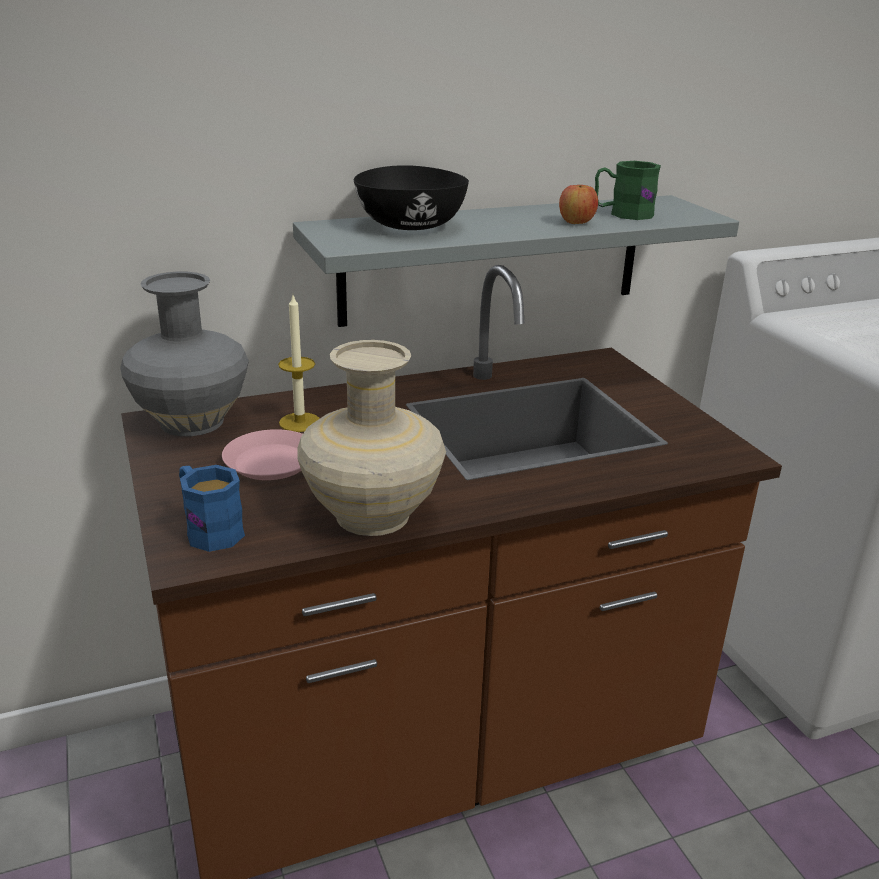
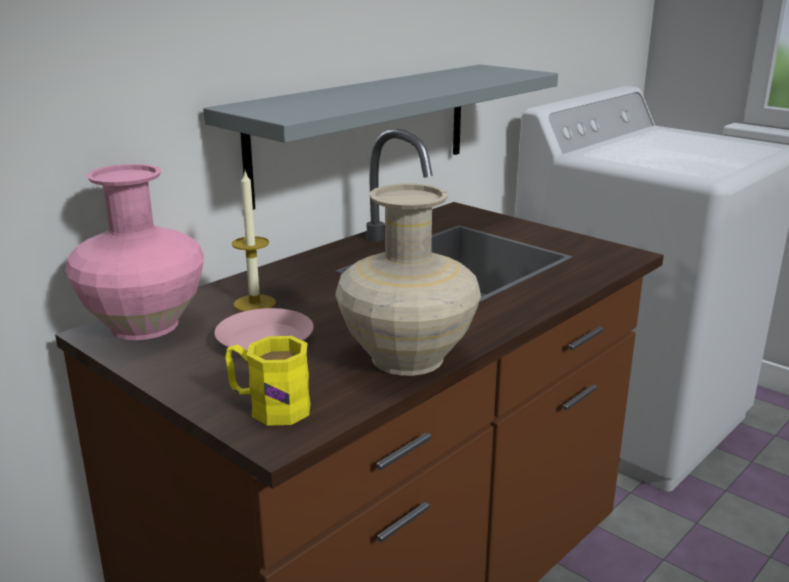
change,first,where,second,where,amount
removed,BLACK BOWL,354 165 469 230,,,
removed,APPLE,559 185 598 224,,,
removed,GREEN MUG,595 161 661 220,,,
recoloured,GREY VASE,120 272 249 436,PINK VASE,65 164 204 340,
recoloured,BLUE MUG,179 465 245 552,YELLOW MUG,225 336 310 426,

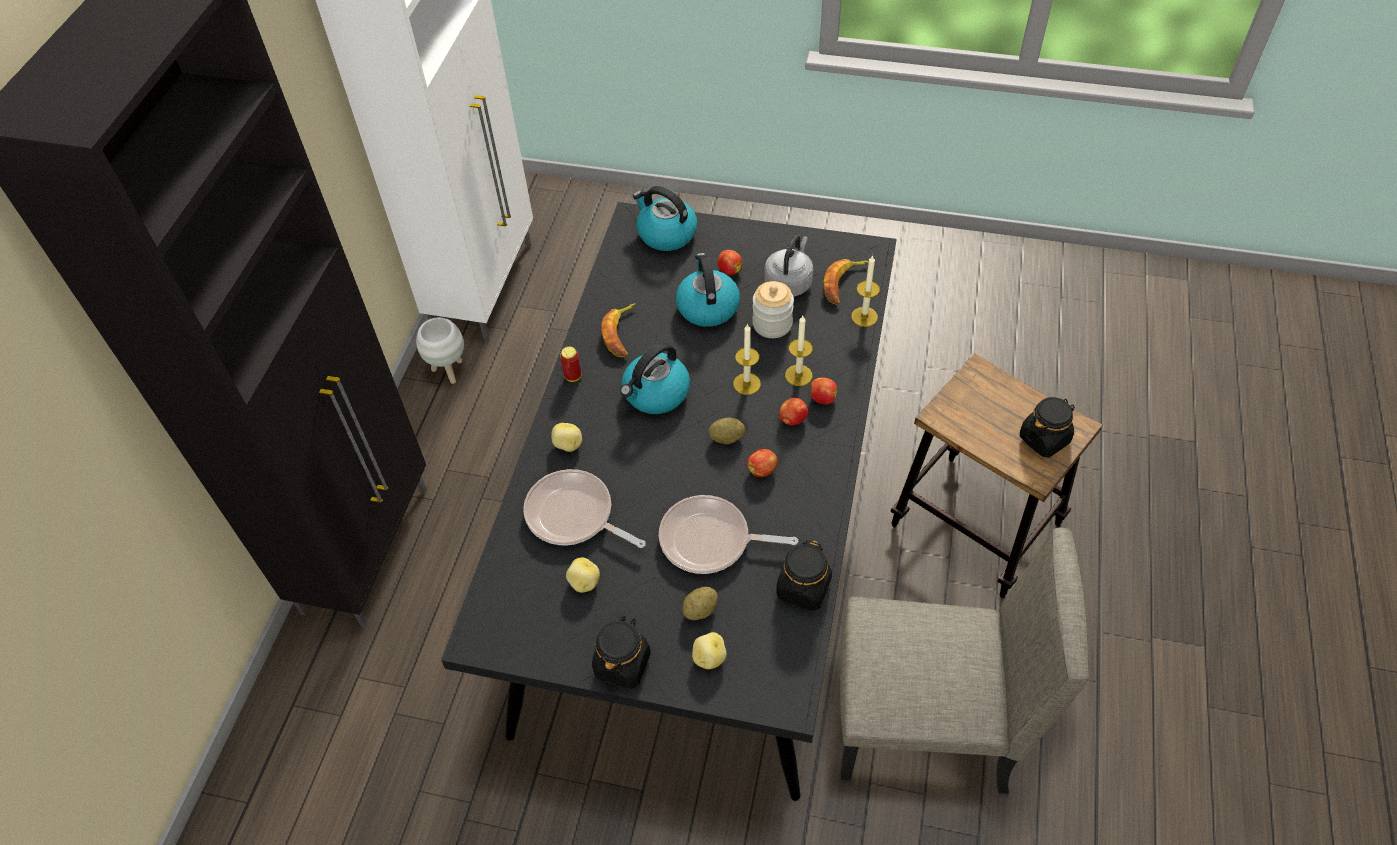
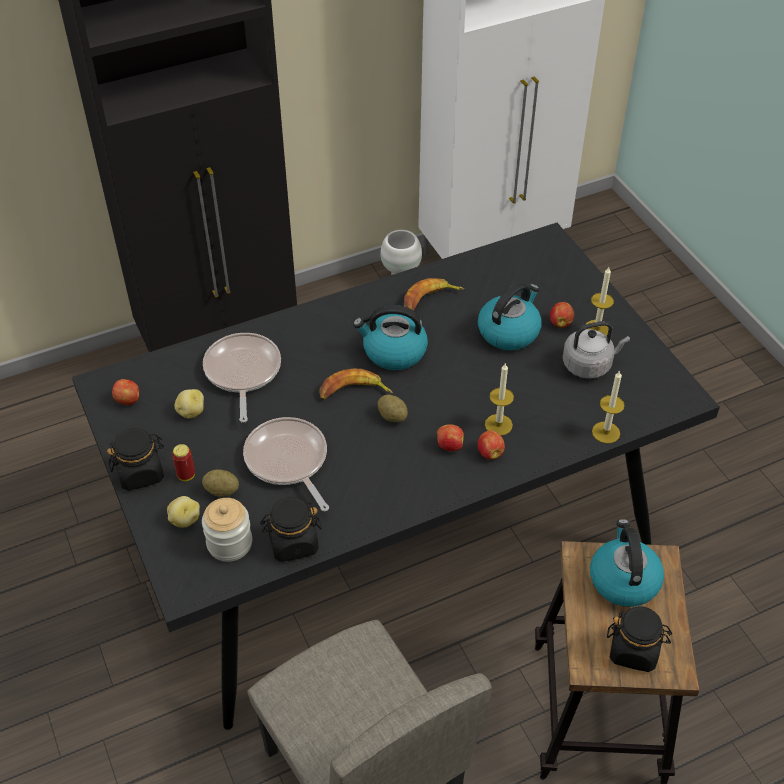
change,first,where,second,where,amount
removed,POTATO,551 423 582 452,,,
moved,CAN,560 346 581 382,,172 444 195 481,
moved,KETTLE,633 186 697 251,,590 519 664 607,
moved,CANDLE,733 324 761 395,,585 267 614 336,
moved,APPLE,747 449 778 477,,112 379 139 405,
moved,JAR,752 281 794 338,,202 498 252 562,
moved,BANANA,824 259 869 305,,320 368 393 400,

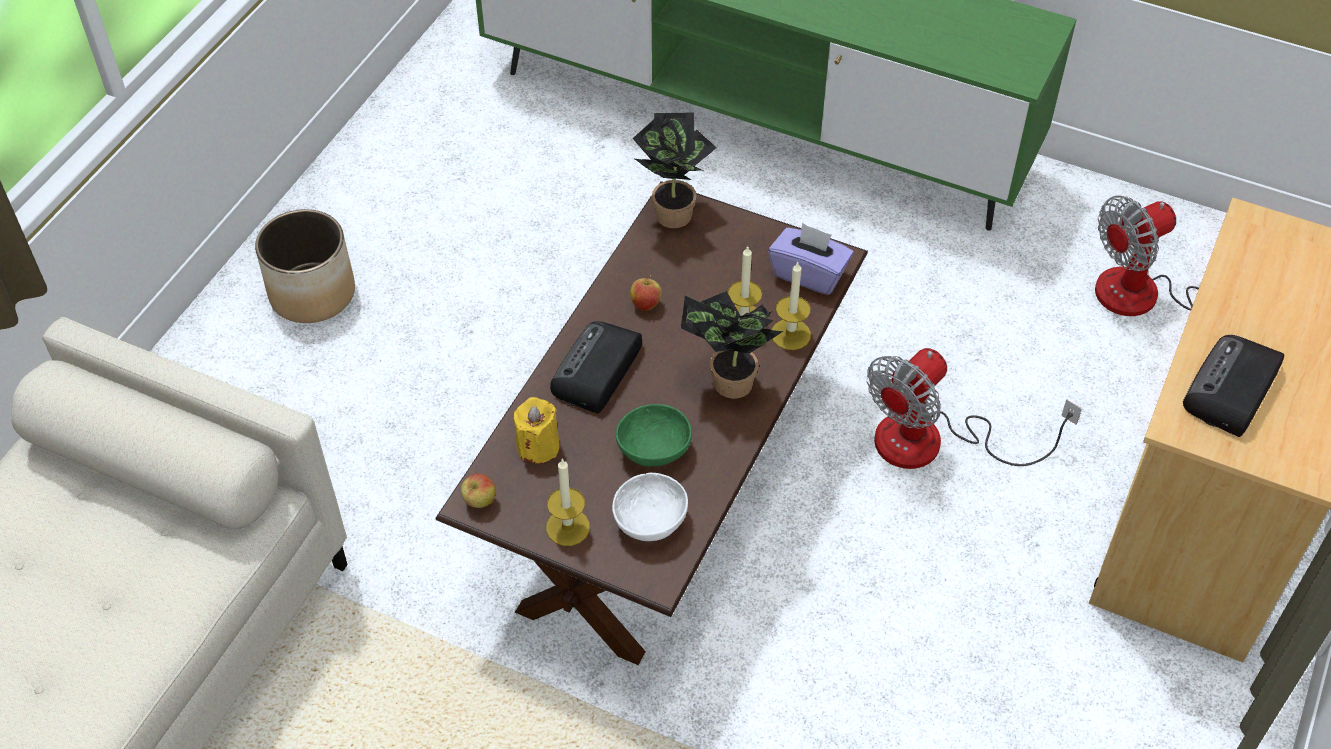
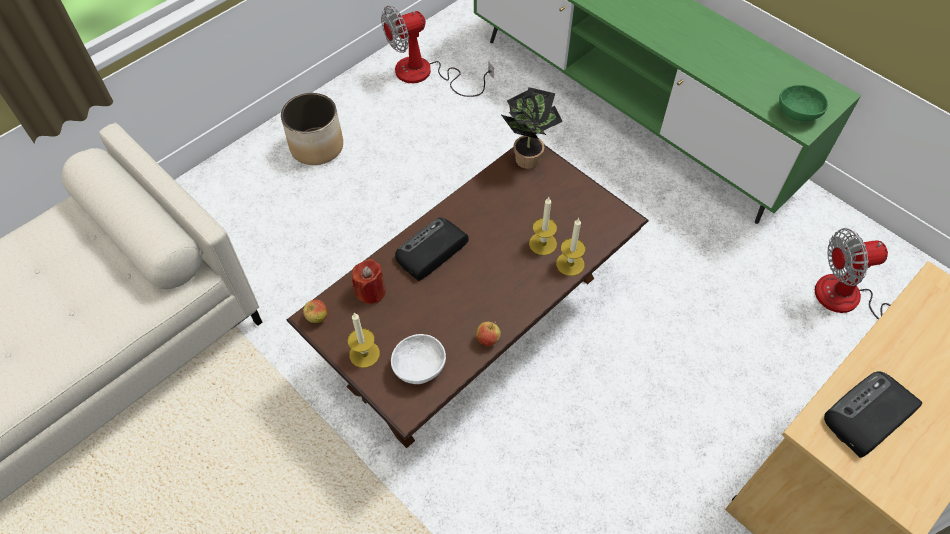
change,first,where,second,where,amount
removed,POTTED PLANT,681 291 783 399,,,
removed,PURPLE TISSUE BOX,768 223 854 295,,,
moved,GREEN BOWL,616 404 692 466,,779 85 828 121,
moved,APPLE,630 274 662 311,,477 321 501 346,
moved,FAN,867 348 1082 469,,381 6 494 97,
recoloured,YELLOW CANDLE,514 397 560 463,RED CANDLE,352 259 386 304,

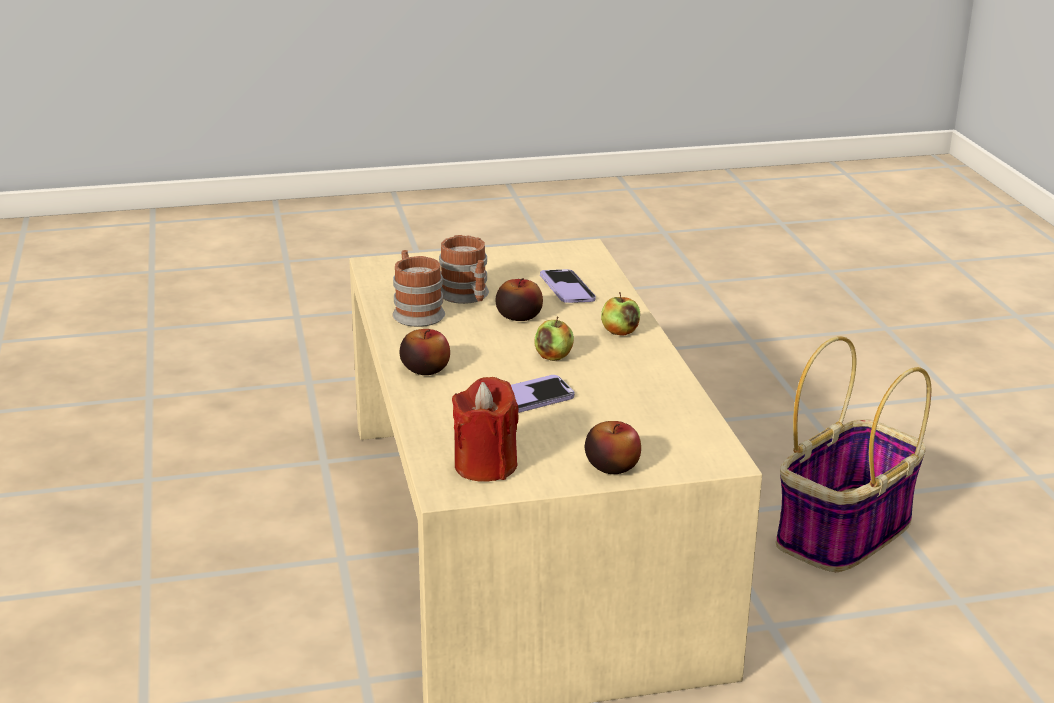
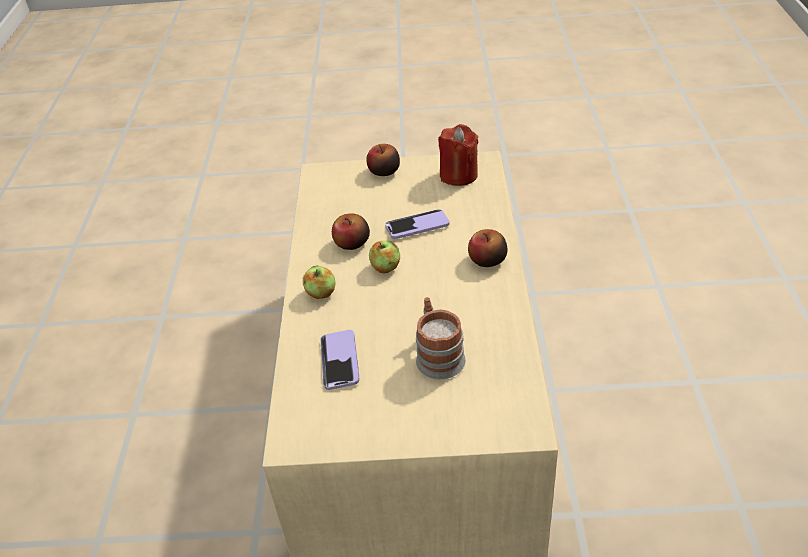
change,first,where,second,where,amount
removed,MUG,393 250 445 327,,,
removed,BASKET,775 336 931 572,,,
moved,APPLE,496 278 543 321,,332 213 370 250,

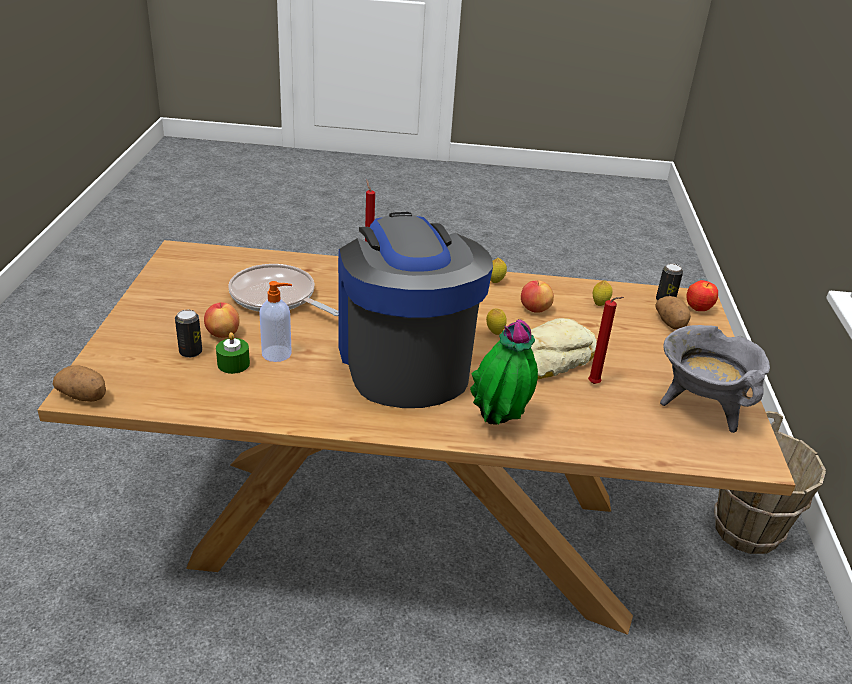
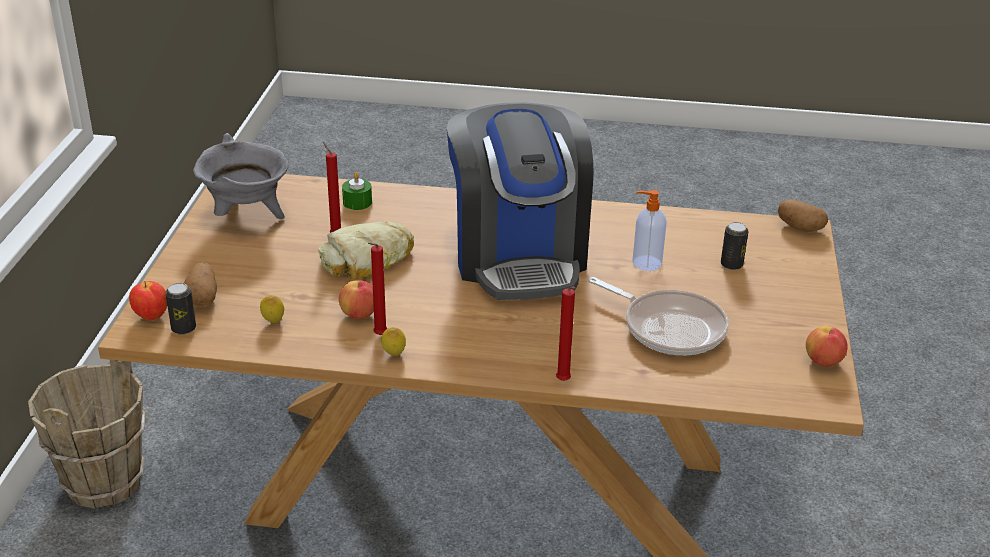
change,first,where,second,where,amount
removed,POTTED PLANT,470 319 538 425,,,
removed,LEMON,486 308 507 335,,,
added,,,RED CANDLE,368 243 387 335,
moved,APPLE,204 302 239 338,,806 325 848 367,
moved,GREEN CANDLE,216 332 250 374,,342 172 372 210,

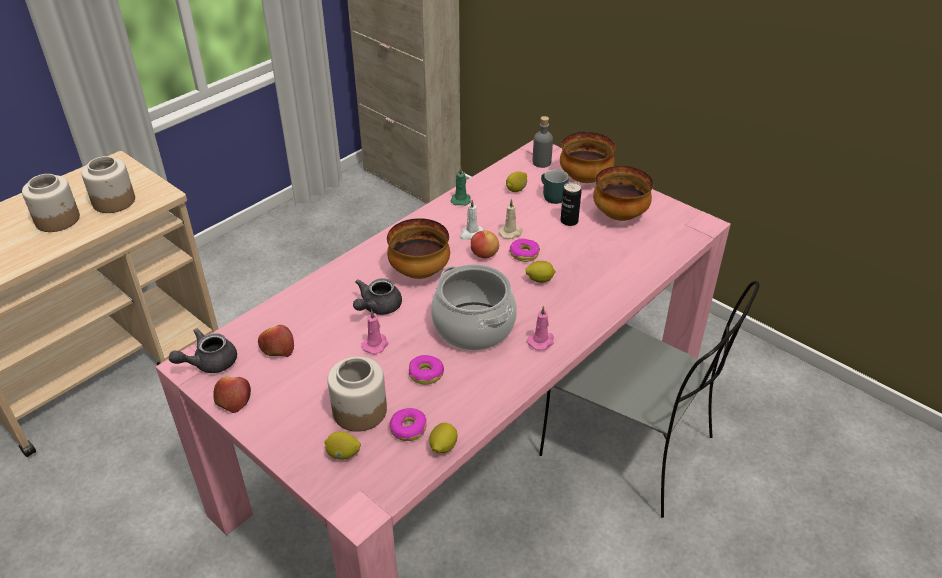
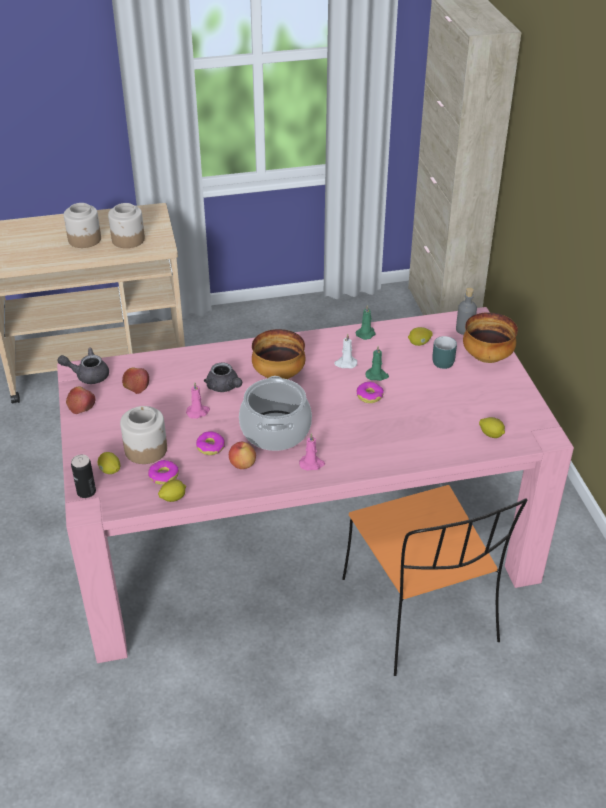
change,first,where,second,where,amount
removed,BOWL,593 166 653 221,,,
moved,APPLE,471 230 499 258,,229 442 256 469,
moved,LEMON,525 261 556 283,,479 417 505 438,
moved,CAN,561 182 582 226,,71 454 96 498,
recoloured,BEIGE CANDLE,498 199 523 239,GREEN CANDLE,366 346 389 381,
recoloured,GREY CHAIR,539 281 760 518,ORANGE CHAIR,342 485 528 676,
turned,GREY TEAPOT,353 278 402 315,,204 363 242 392,105 degrees counterclockwise

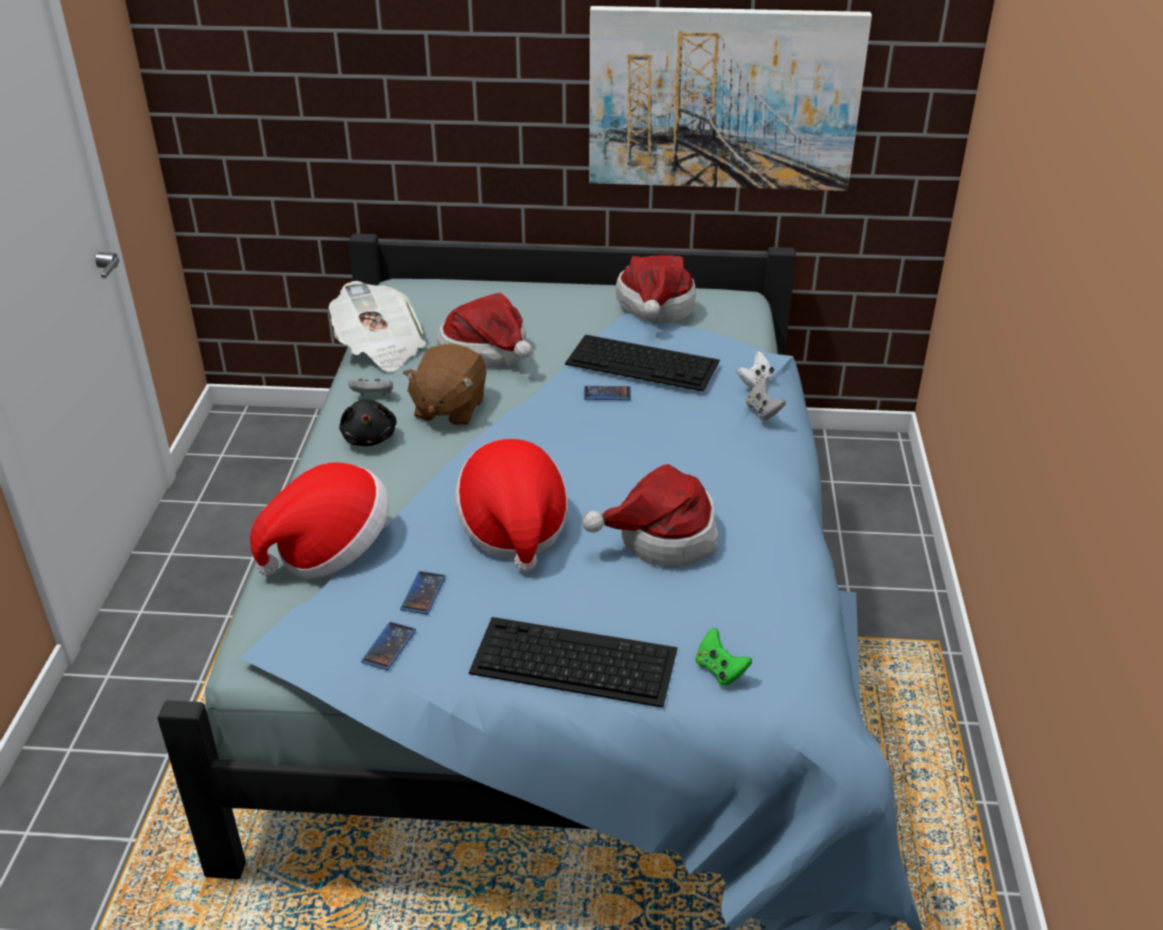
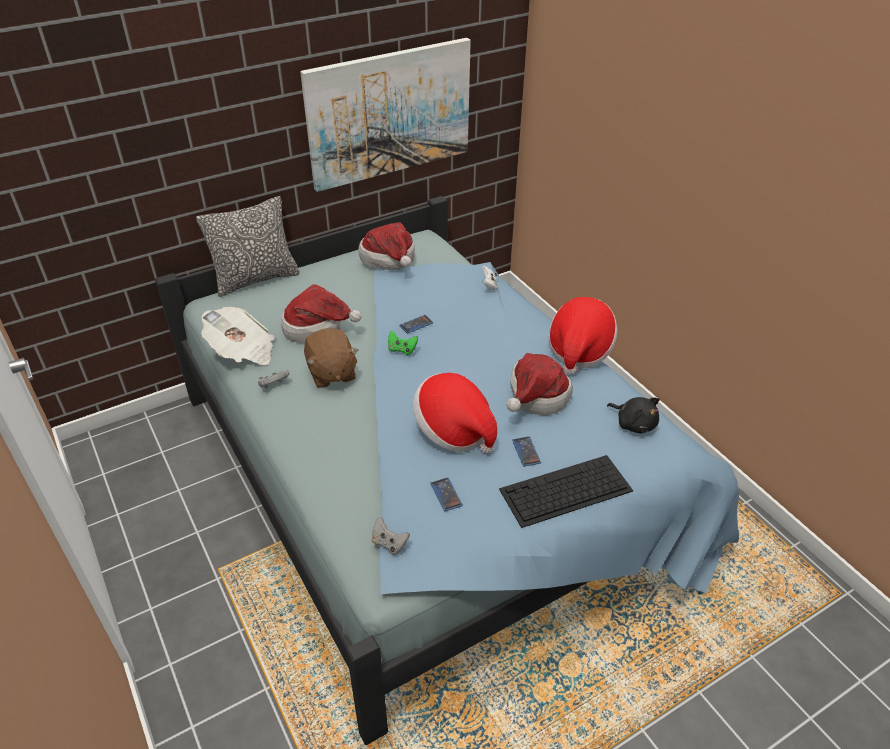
change,first,where,second,where,amount
removed,KEYBOARD,565 335 720 392,,,
added,,,PILLOW,196 196 300 297,
moved,HAT,250 462 389 579,,549 297 617 375,
moved,BLACK PLUSH TOY,339 399 397 446,,607 397 660 433,
moved,PHONE,361 622 416 670,,512 436 541 467,
moved,GREEN GAME CONTROLLER,696 628 752 686,,388 330 418 355,
moved,GREY GAME CONTROLLER,746 379 786 420,,372 517 410 555,

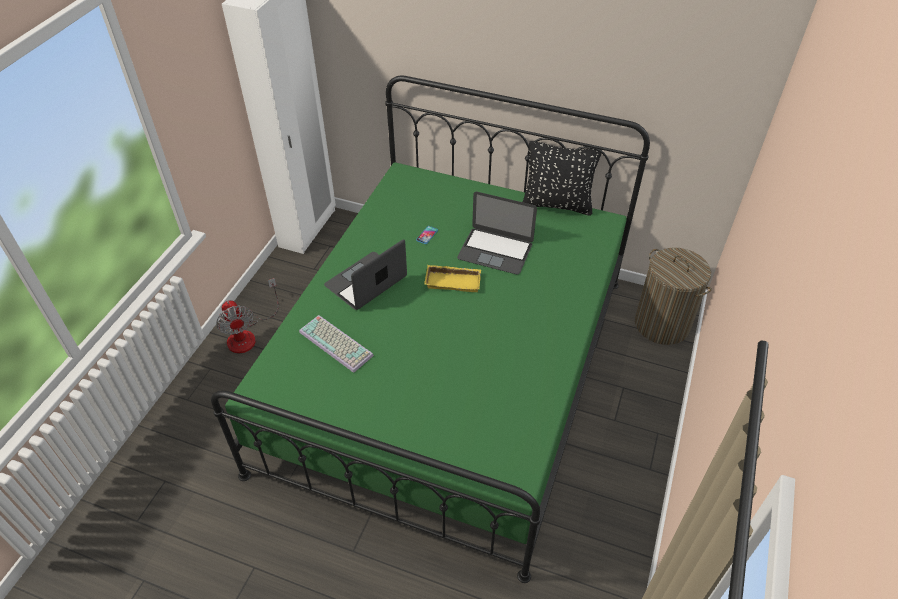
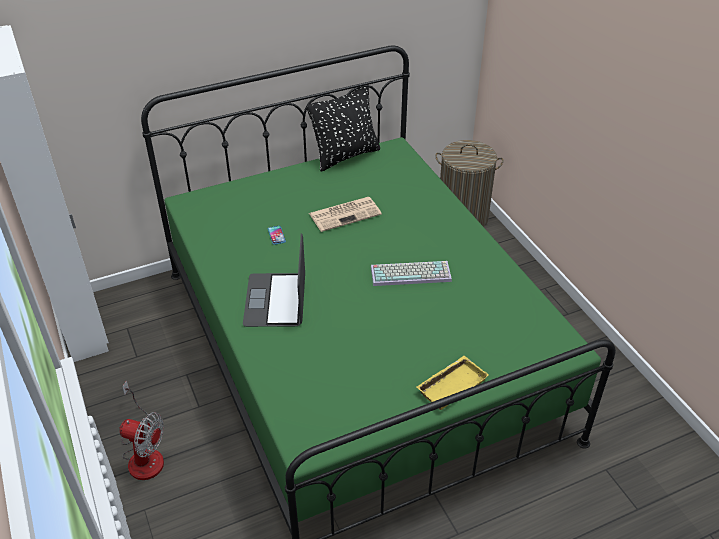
change,first,where,second,where,amount
moved,KEYBOARD,299 315 374 373,,371 261 452 286,
moved,YELLOW TRAY,424 265 481 292,,416 356 488 410,
replaced,LAPTOP,457 192 537 275,NEWSPAPER,309 197 382 232,

